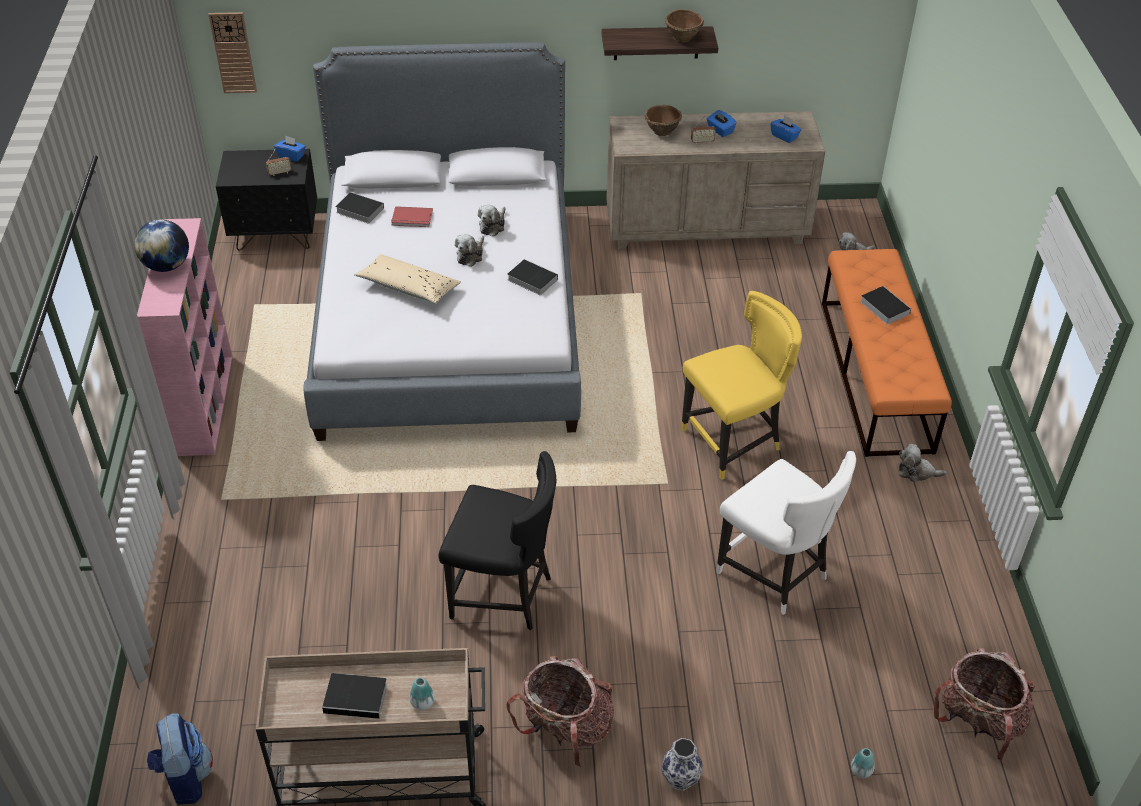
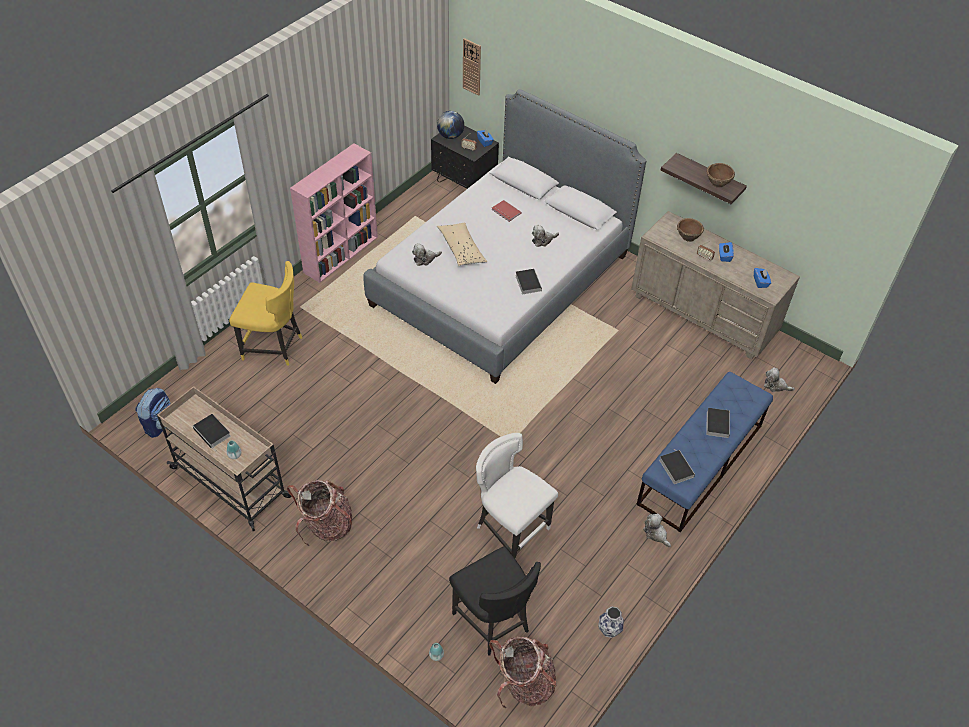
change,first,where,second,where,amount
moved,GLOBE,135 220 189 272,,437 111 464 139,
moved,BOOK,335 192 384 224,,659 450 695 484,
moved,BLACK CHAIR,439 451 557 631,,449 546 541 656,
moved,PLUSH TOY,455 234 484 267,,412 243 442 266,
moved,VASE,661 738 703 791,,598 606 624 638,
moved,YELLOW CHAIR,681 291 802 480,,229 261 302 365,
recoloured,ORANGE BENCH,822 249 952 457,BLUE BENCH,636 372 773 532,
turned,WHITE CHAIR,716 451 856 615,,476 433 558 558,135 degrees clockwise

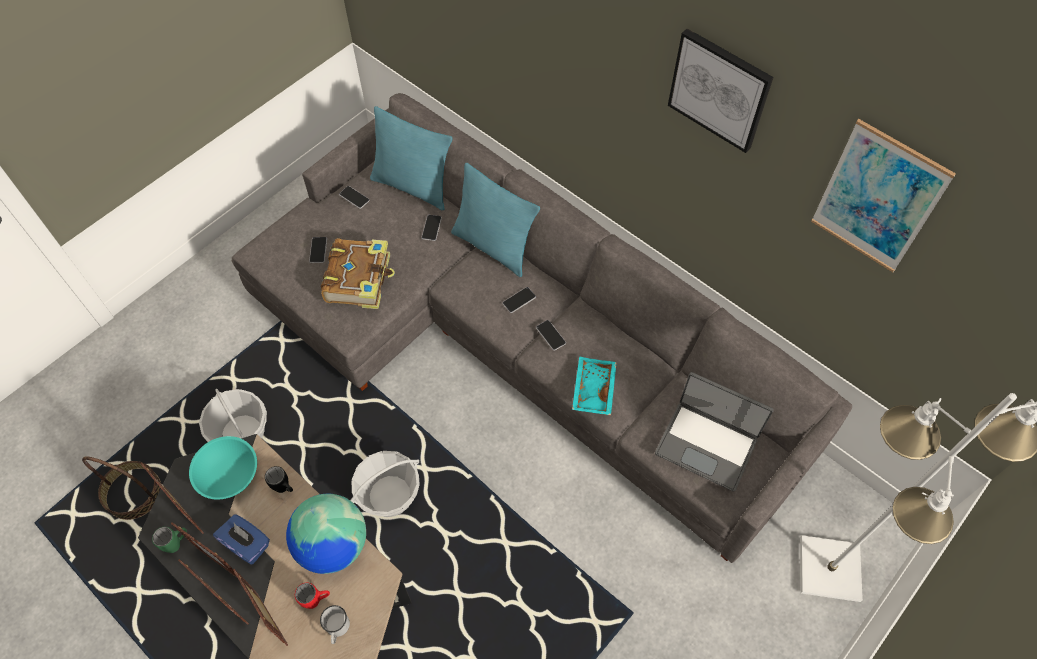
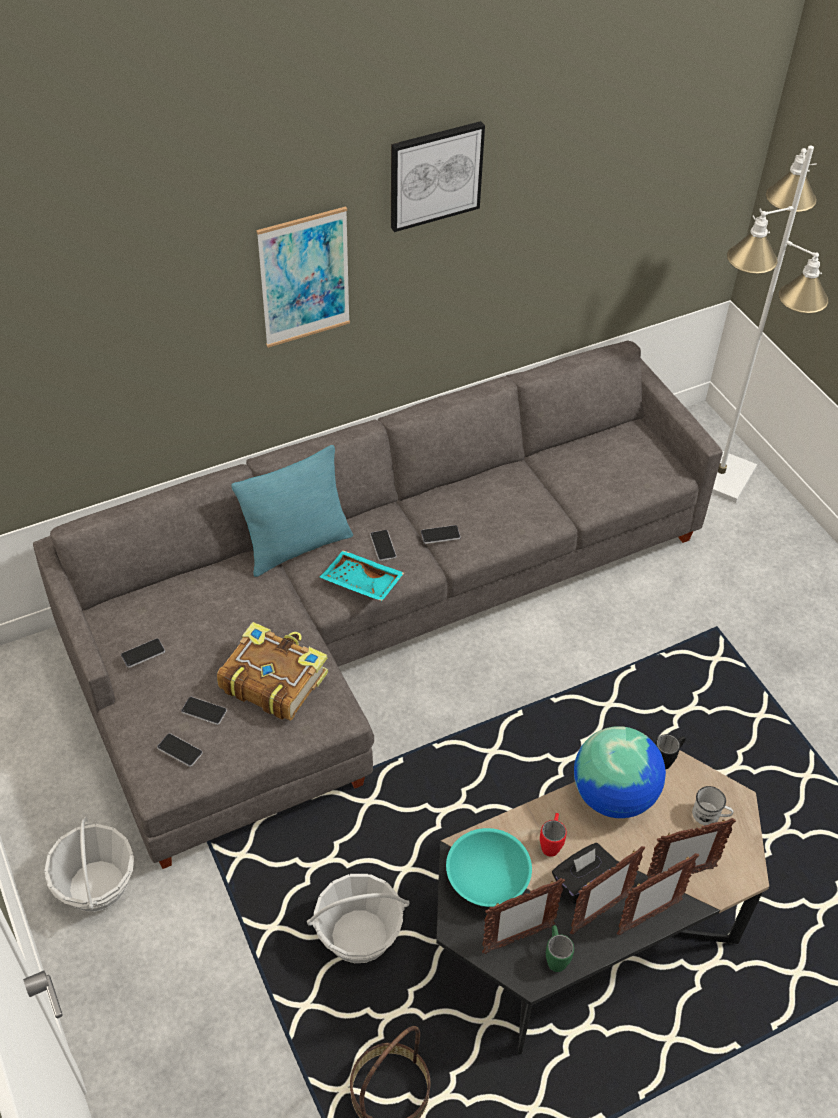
change,first,where,second,where,amount
removed,TURQUOISE PILLOW,370 106 452 210,,,
removed,LAPTOP,655 372 774 492,,,
moved,BLACK MUG,265 466 293 493,,655 734 686 770,
moved,RED MUG,295 583 330 609,,540 813 567 857,
moved,BASKET,350 451 420 517,,44 817 134 912,
moved,PHONE,421 215 442 241,,157 733 203 767,
moved,TURQUOISE TRAY,572 357 617 415,,320 550 404 601,
moved,PICTURE,811 119 956 272,,256 206 350 348,
recoloured,BLUE TISSUE BOX,213 514 270 564,BLACK TISSUE BOX,552 843 619 904,

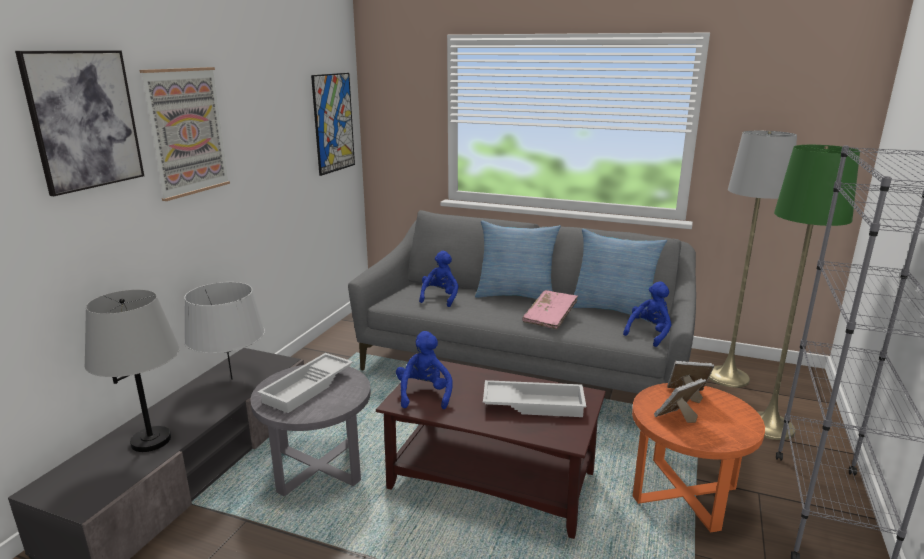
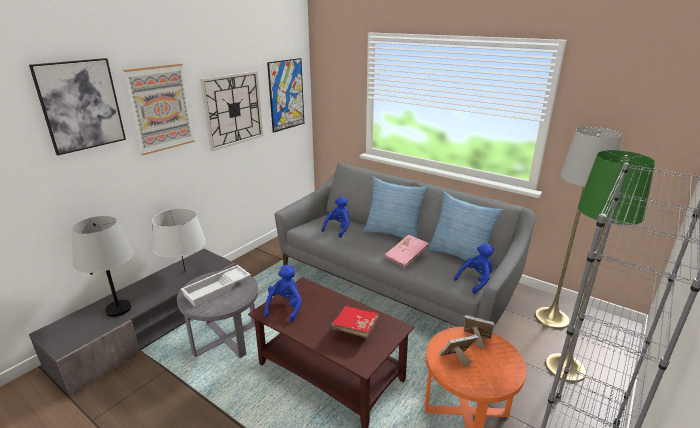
change,first,where,second,where,amount
added,,,WALL CLOCK,200 71 263 151,
replaced,WHITE TRAY,483 380 586 417,RED BOOK,331 306 379 338,

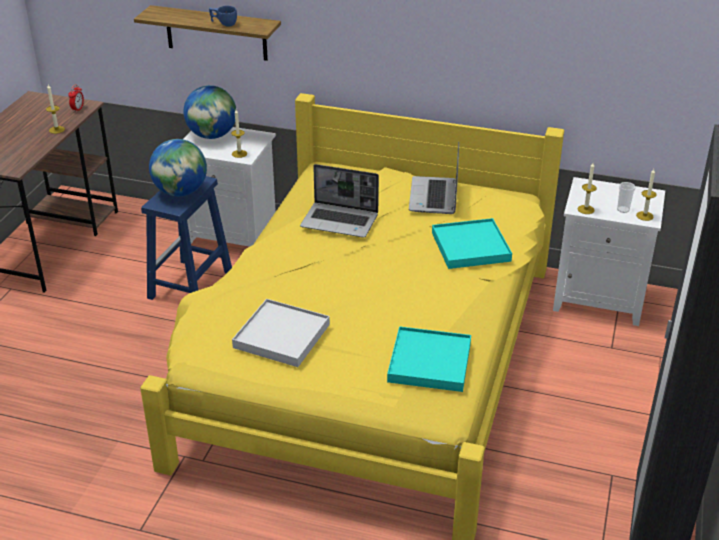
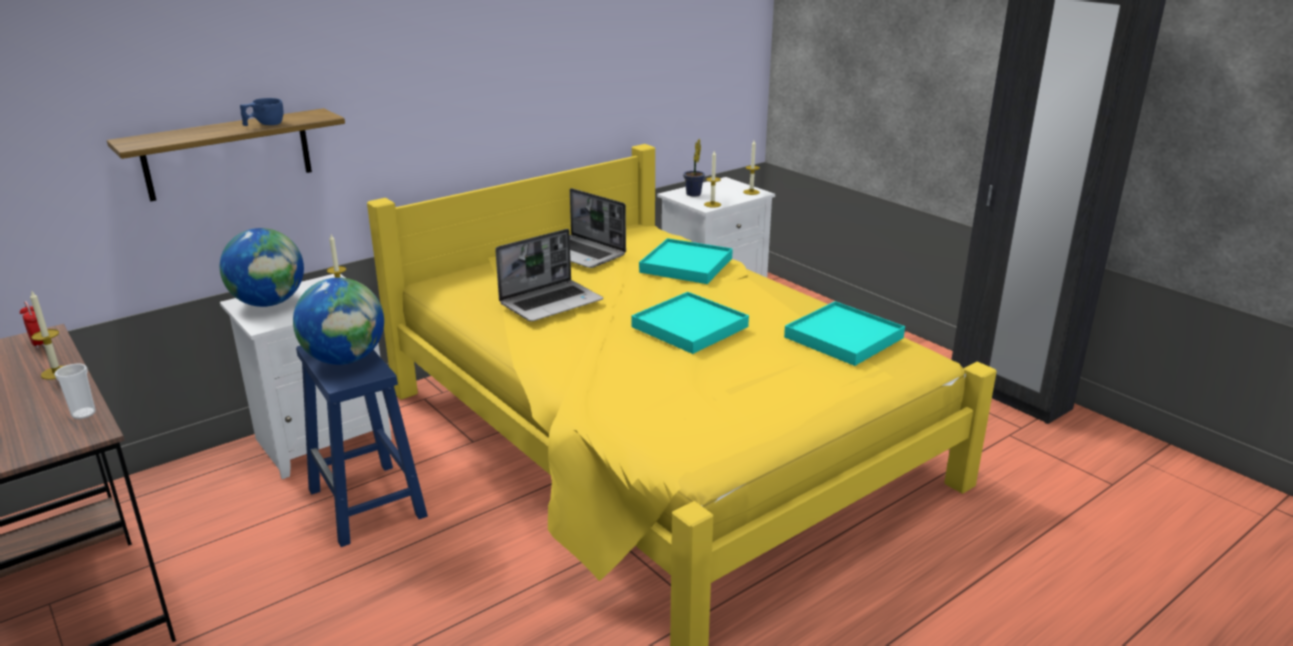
change,first,where,second,where,amount
removed,WHITE TRAY,232 299 330 367,,,
added,,,TURQUOISE TRAY,631 292 749 354,
added,,,POTTED PLANT,683 139 705 197,
moved,CUP,617 182 635 213,,54 364 96 419,

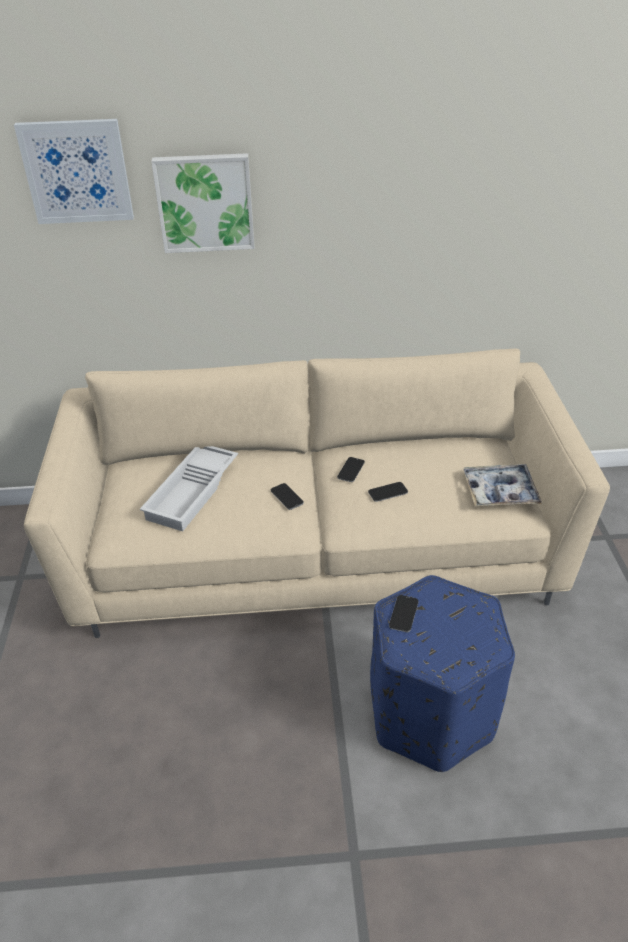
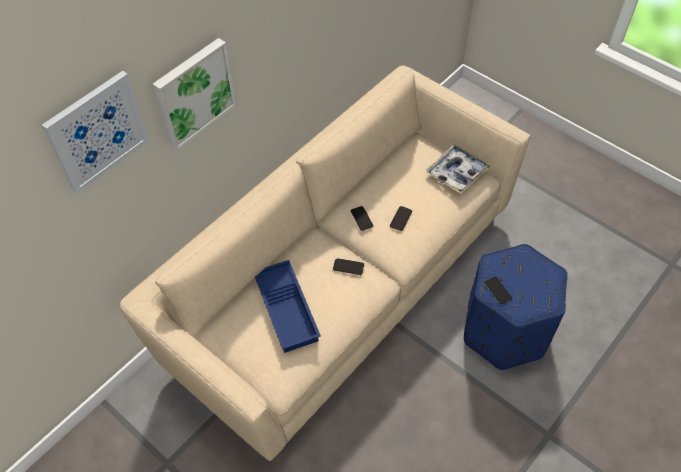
change,first,where,second,where,amount
recoloured,WHITE TRAY,140 446 238 531,BLUE TRAY,255 260 321 353,

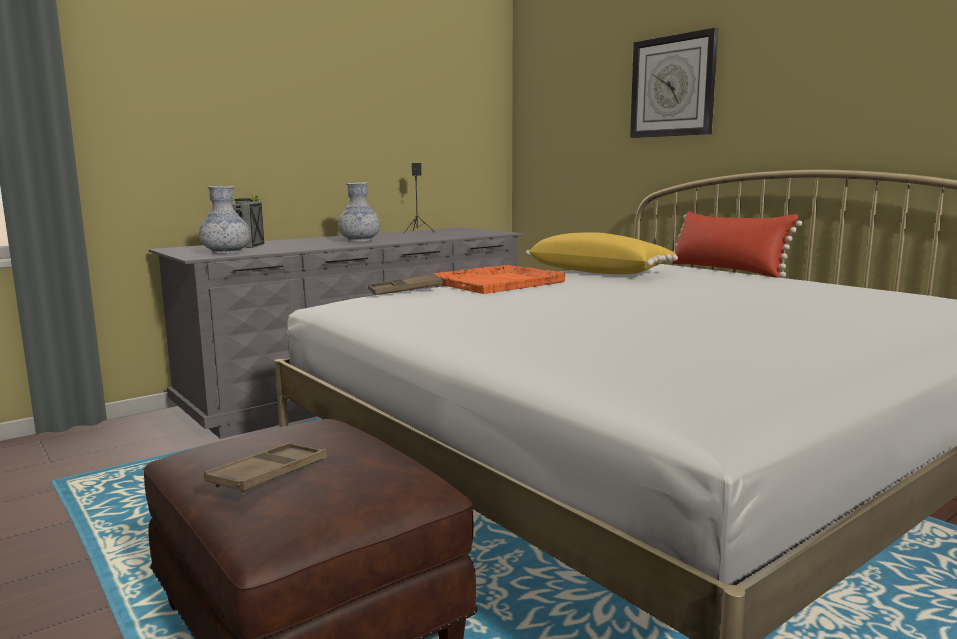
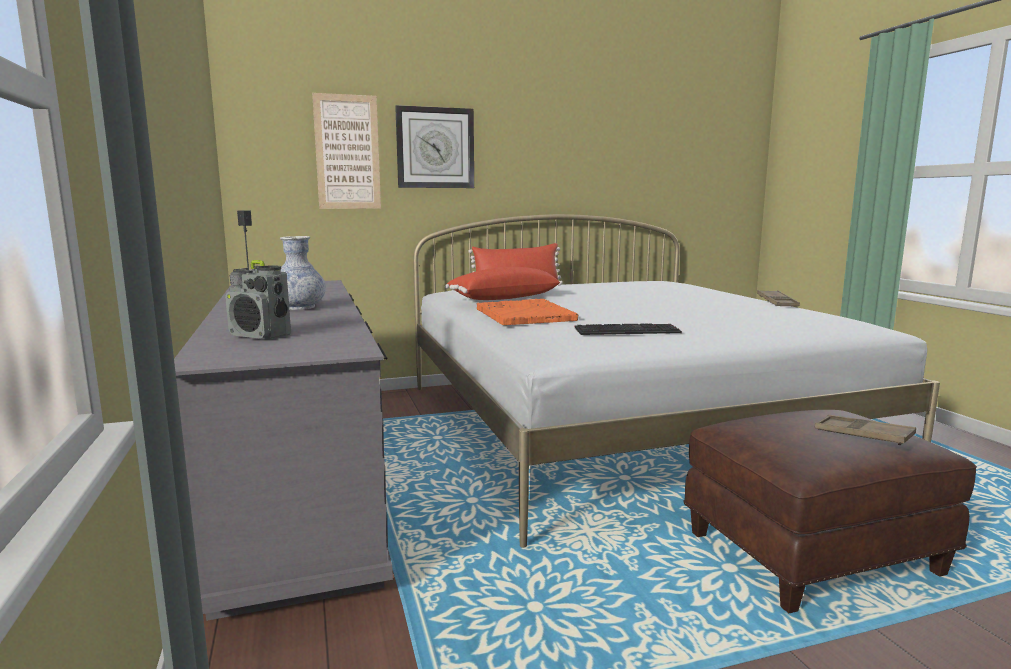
change,first,where,second,where,amount
removed,VASE,199 186 251 254,,,
added,,,PICTURE,312 93 381 209,
added,,,KEYBOARD,574 323 682 335,
moved,BROWN TRAY,368 274 443 295,,757 290 800 306,
recoloured,YELLOW PILLOW,526 232 678 274,RED PILLOW,445 267 562 300,

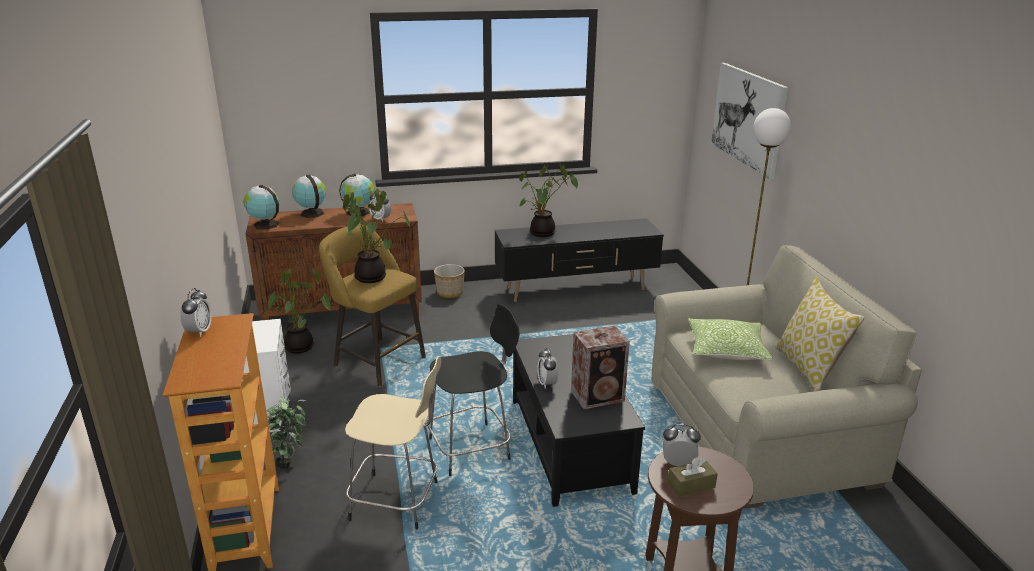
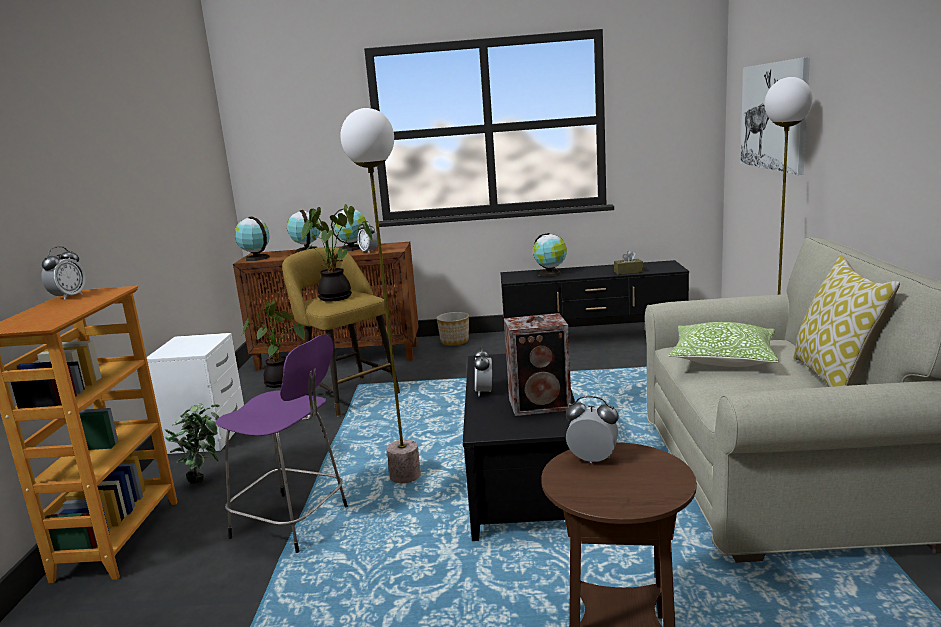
change,first,where,second,where,amount
moved,BROWN TISSUE BOX,668 457 718 497,,614 251 643 275,
replaced,BLACK STOOL,428 304 520 476,FLOOR LAMP,340 108 421 483,
replaced,POTTED PLANT,519 164 578 237,GLOBE,533 233 567 277,
recoloured,BEIGE STOOL,345 356 441 530,PURPLE STOOL,215 334 348 553,

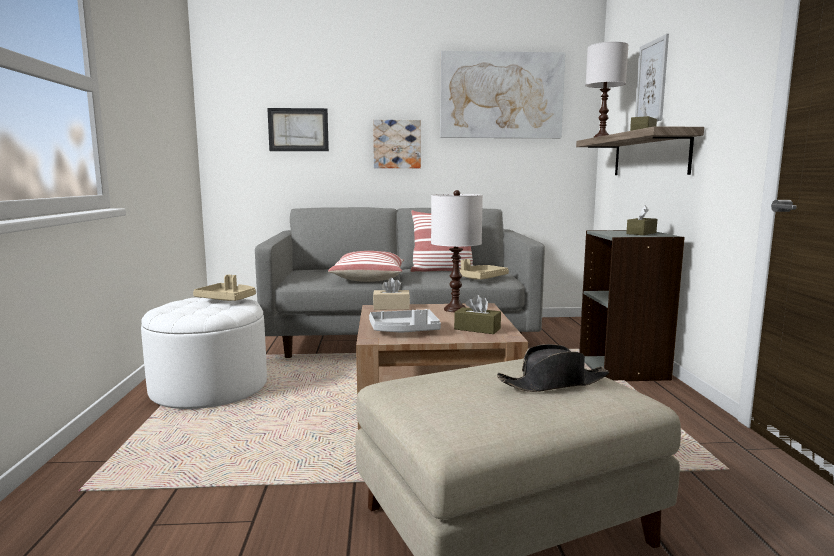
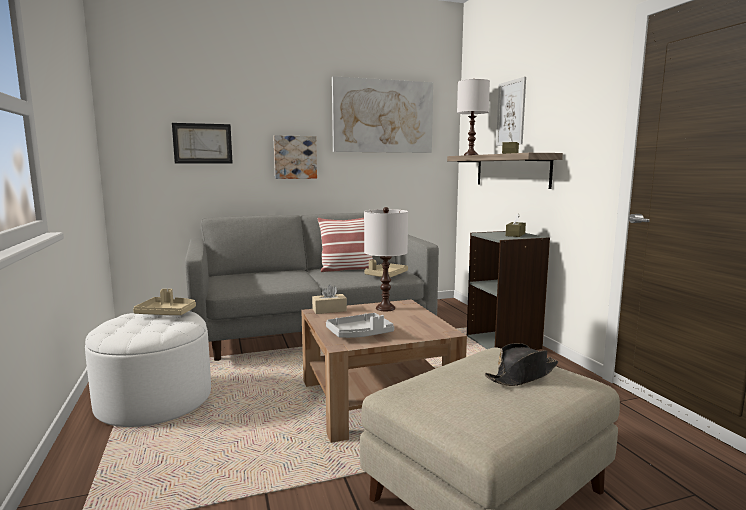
change,first,where,second,where,amount
removed,PILLOW,328 251 404 282,,,
removed,BROWN TISSUE BOX,454 294 501 334,,,

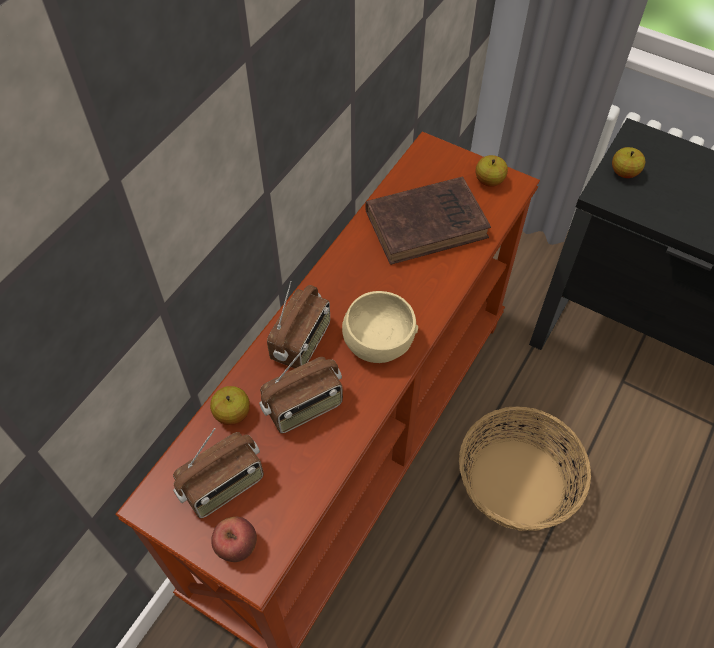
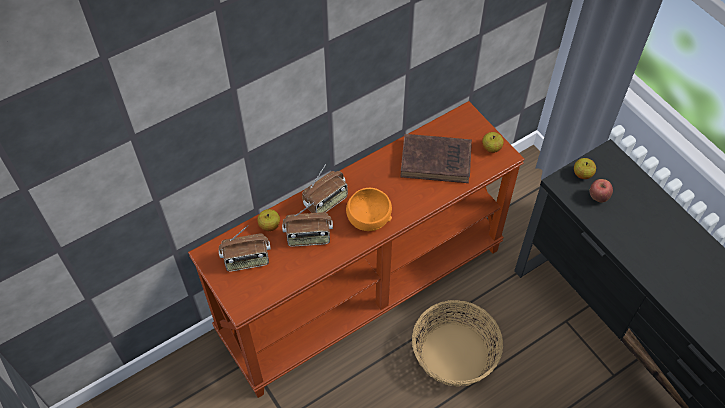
change,first,where,second,where,amount
moved,APPLE,211 517 257 562,,590 179 613 203,
recoloured,BEIGE BOWL,342 291 418 363,ORANGE BOWL,346 188 392 231,

